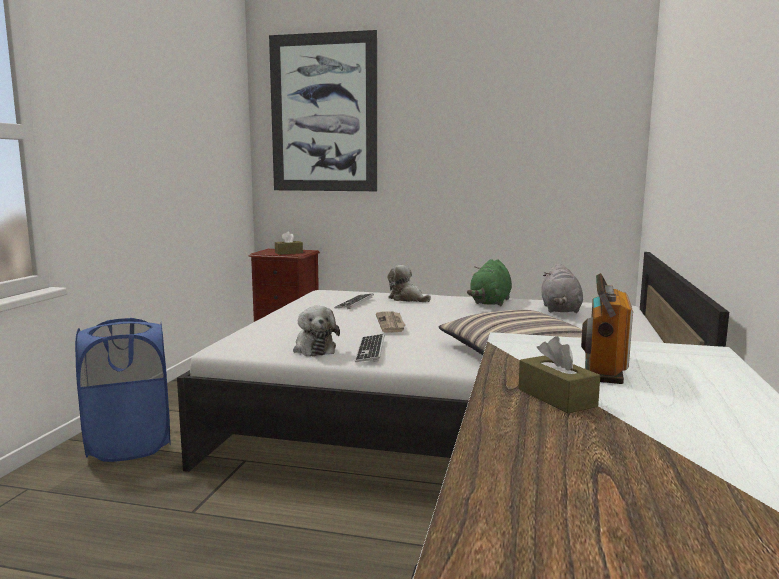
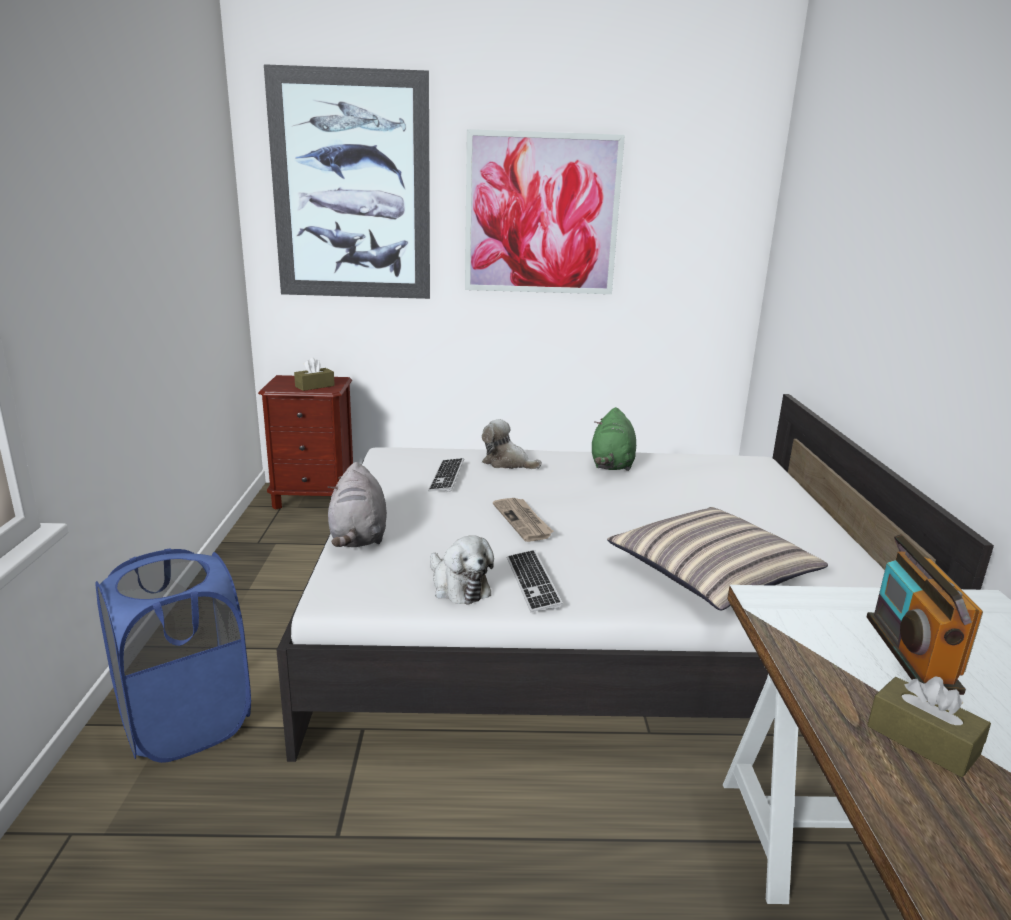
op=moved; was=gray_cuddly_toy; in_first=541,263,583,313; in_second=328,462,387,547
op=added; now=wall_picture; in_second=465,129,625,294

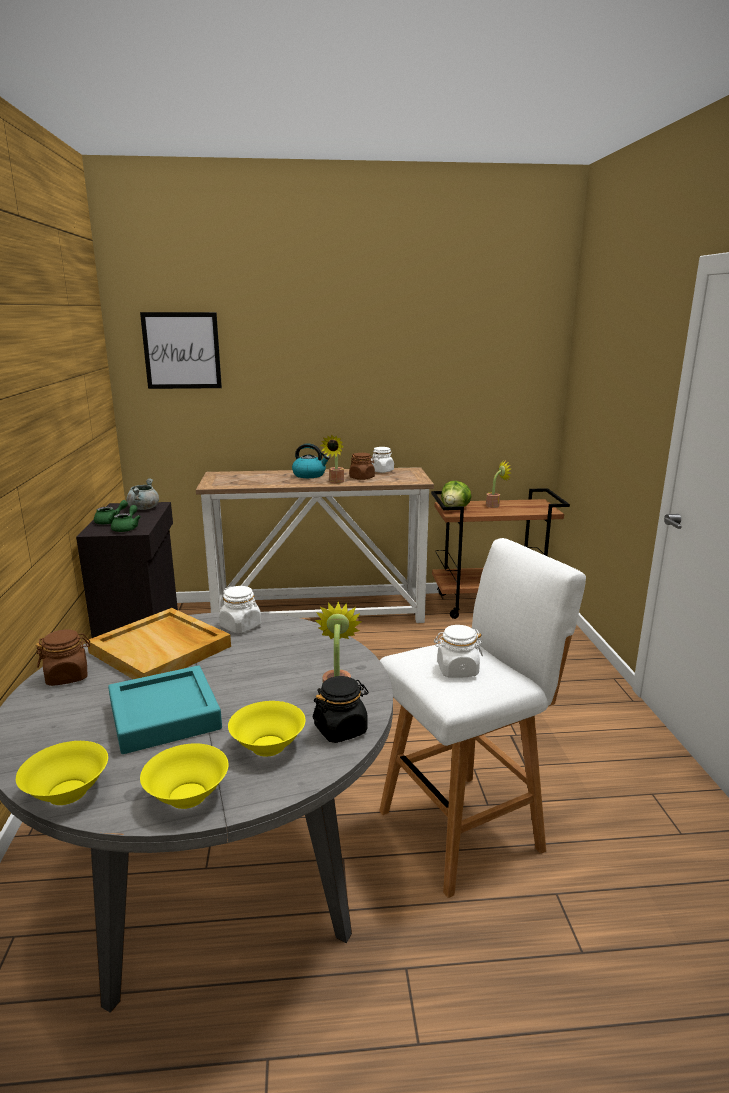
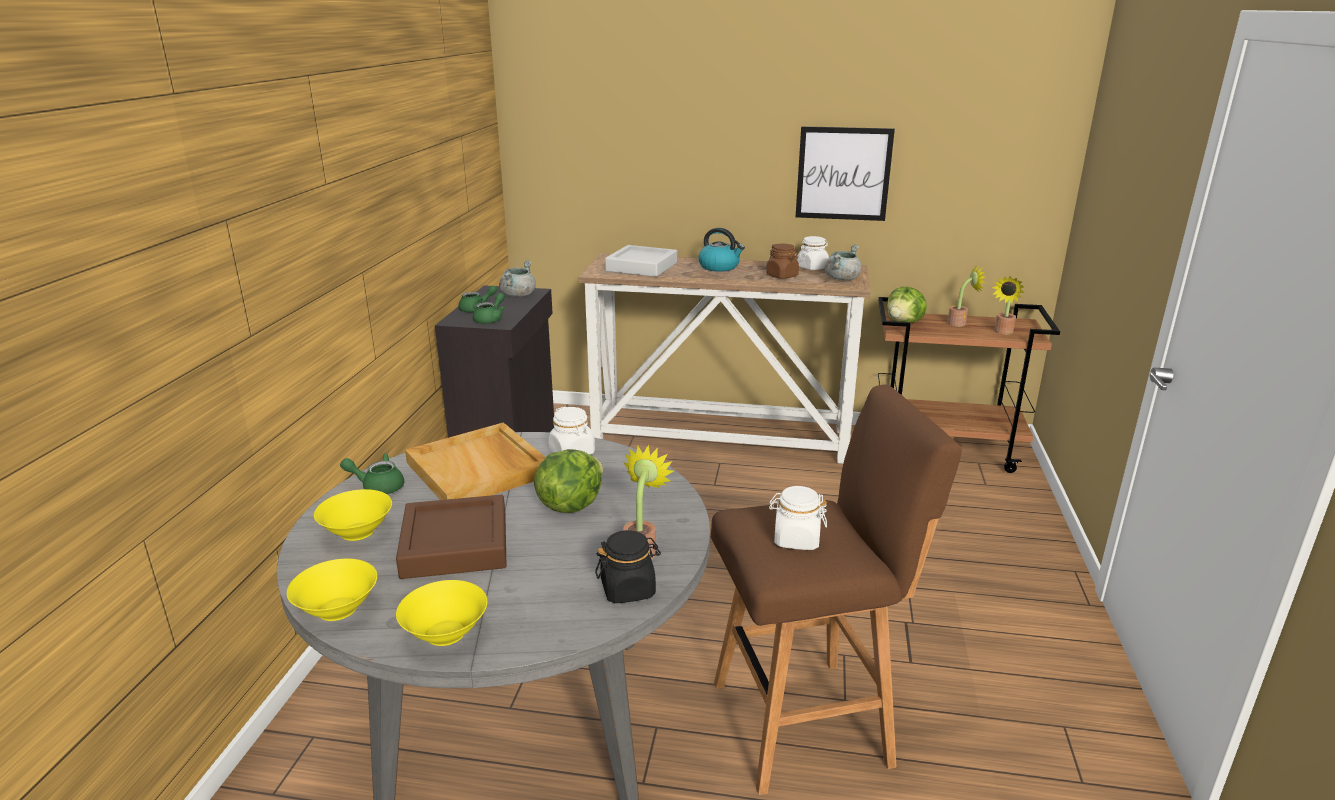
op=moved; was=wall_picture; in_first=140,312,222,389; in_second=796,126,895,221
op=moved; was=potted_plant; in_first=320,434,344,483; in_second=992,276,1024,334
op=recoloured; was=white_sitting_stool; now=brown_sitting_stool; in_first=379,538,586,898; in_second=711,385,962,795
op=replaced; was=brown_jar; now=green-coloured_pot_for_tea; in_first=36,629,90,686; in_second=340,453,404,494
op=recoloured; was=turquoise_serving_tray; now=brown_serving_tray; in_first=108,666,222,754; in_second=396,495,507,579
op=moved; was=yellow_serving_bowl; in_first=228,701,306,756; in_second=314,489,392,541
op=added; now=gray_saucepot; in_second=825,244,862,281
op=added; now=gray_serving_tray; in_second=605,245,677,277
op=added; now=lettuce_head; in_second=534,449,603,513

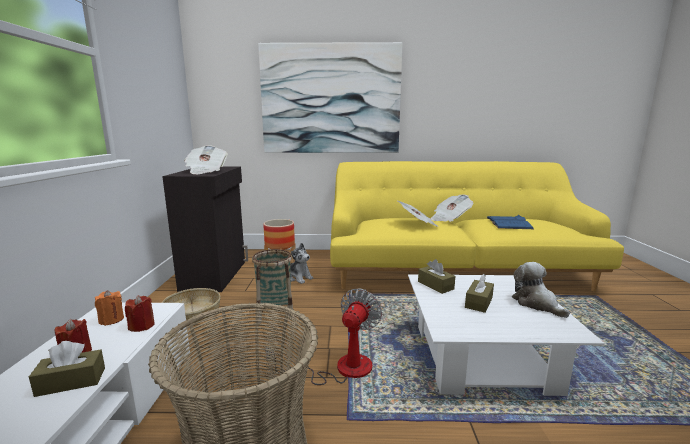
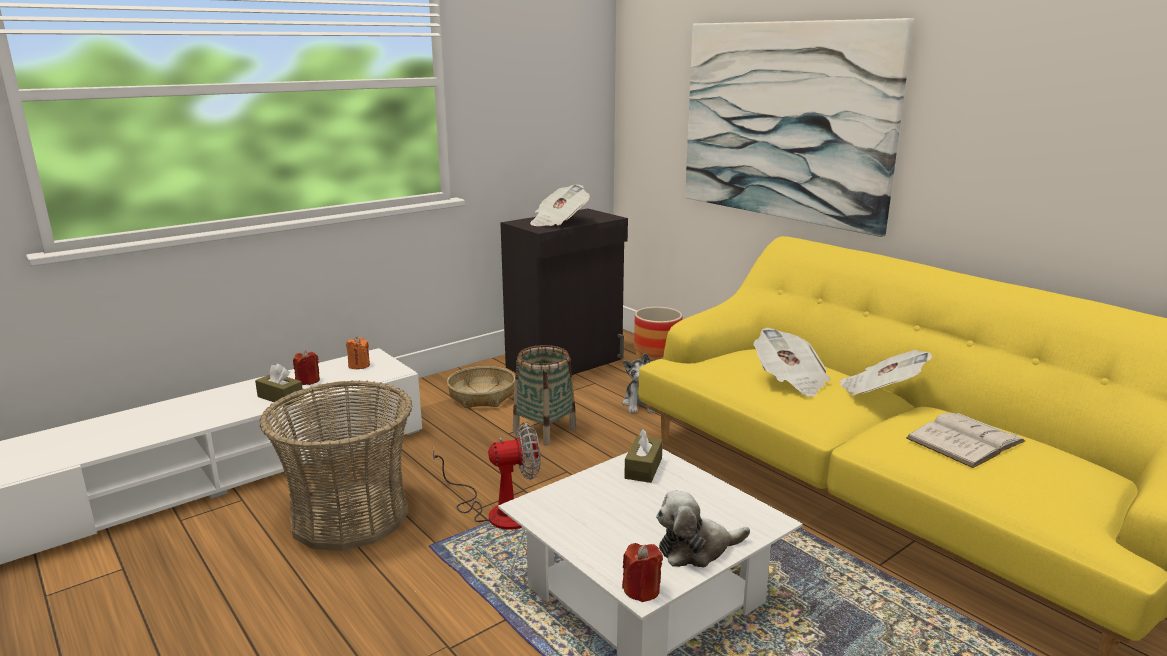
op=recoloured; was=blue_bound_book; now=white_bound_book; in_first=486,215,533,229; in_second=906,413,1025,468
op=turned; was=cuddly_toy; in_first=512,262,570,318; in_second=656,490,750,567; clockwise=-135
op=removed; was=brown_tissue_box; in_first=465,274,494,313
op=moved; was=red-coloured_wax_candle; in_first=125,295,155,332; in_second=622,543,663,602

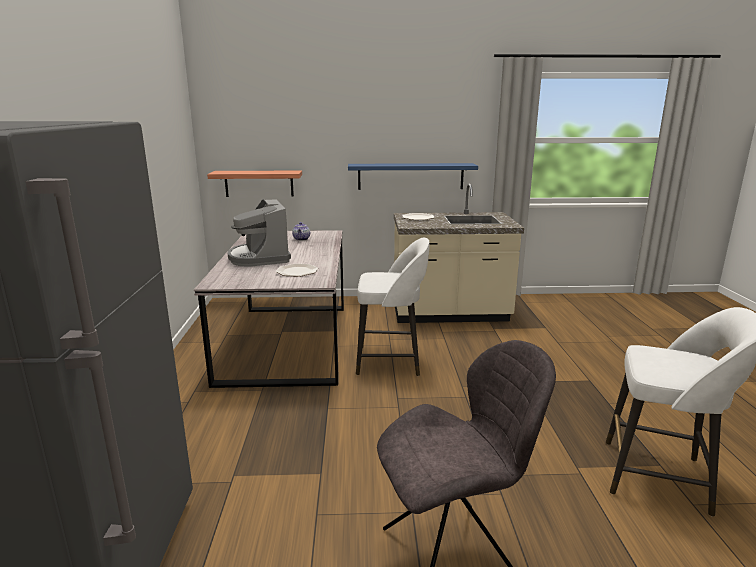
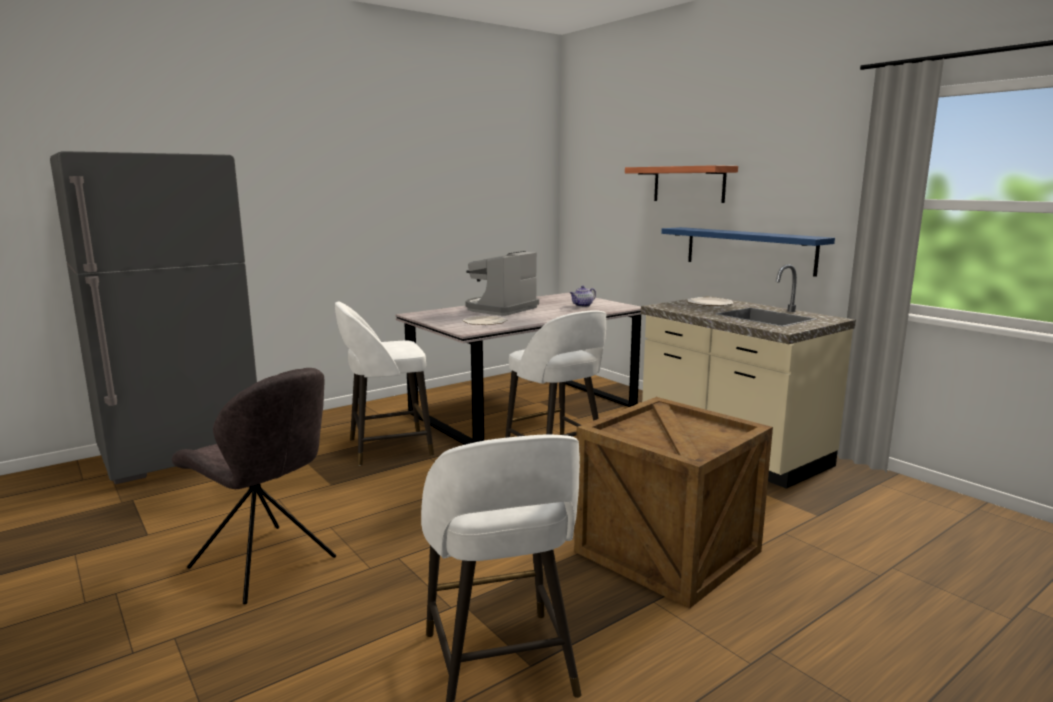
op=moved; was=wall_shelf; in_first=207,171,302,197; in_second=625,165,738,203
op=added; now=white_sitting_stool; in_second=335,302,434,466
op=added; now=packing_crate; in_second=574,397,773,609

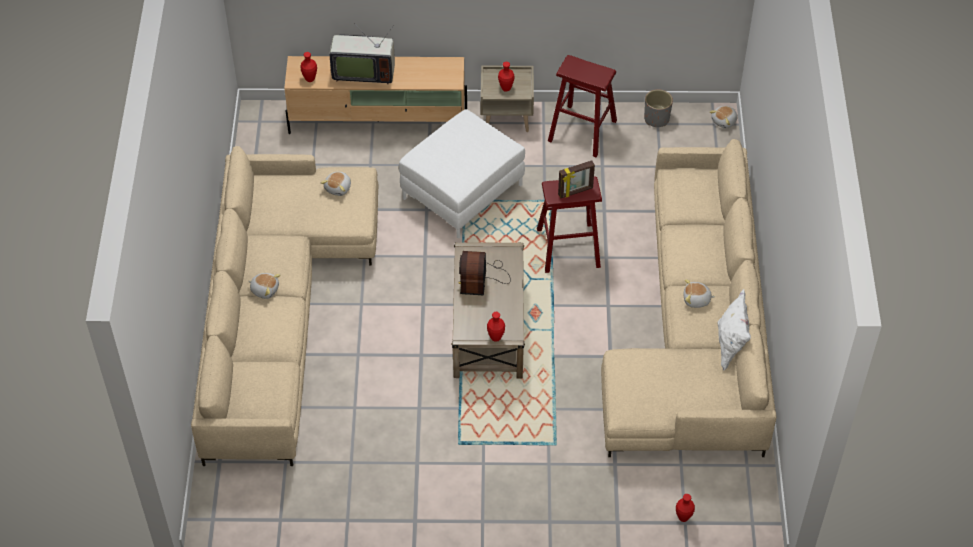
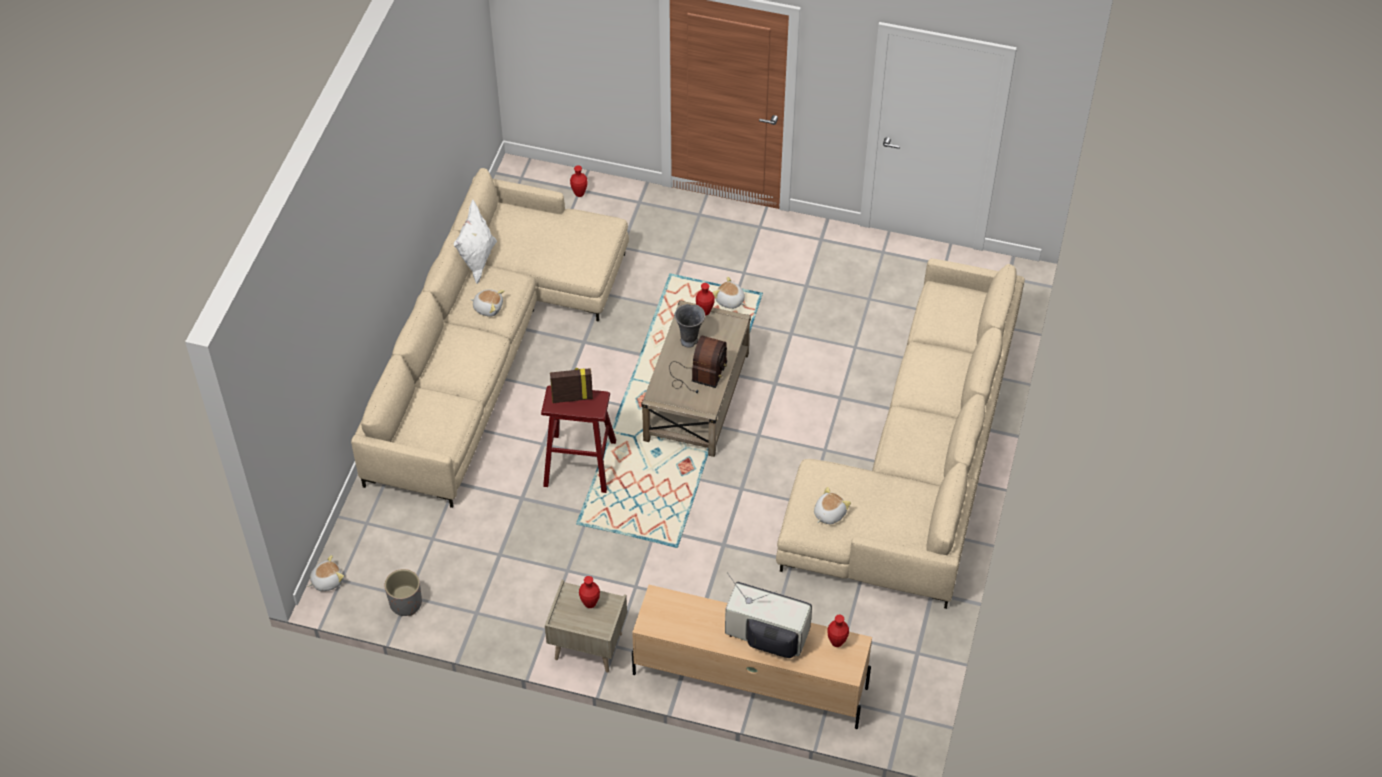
op=removed; was=red-coloured_sitting_stool; in_first=548,55,617,158
op=removed; was=white_pouffe; in_first=399,109,525,239
op=moved; was=cuddly_toy; in_first=248,273,281,299; in_second=712,277,745,309
op=added; now=gray_flower_vase; in_second=675,304,705,348

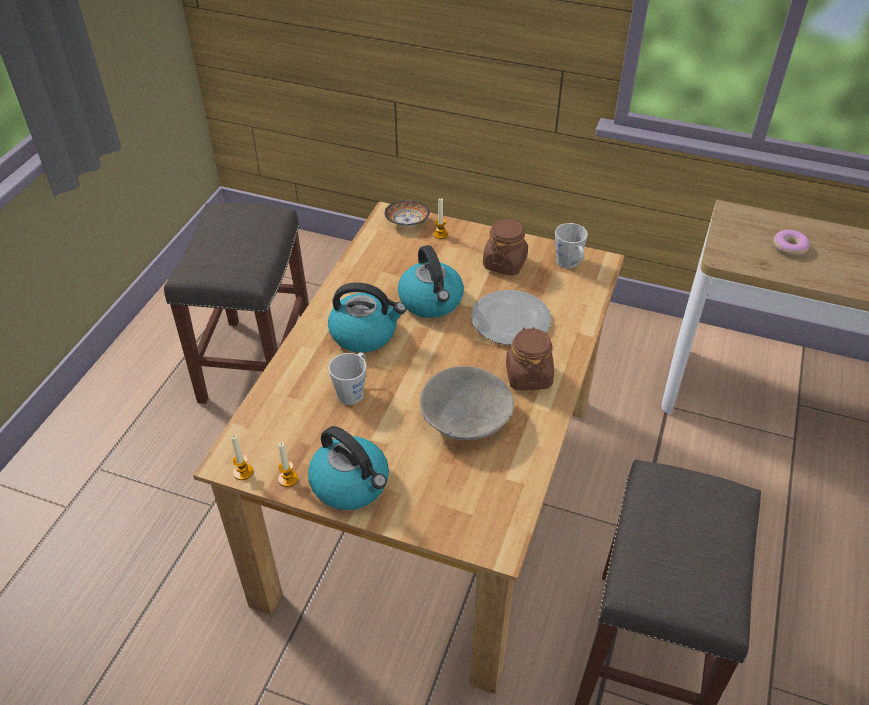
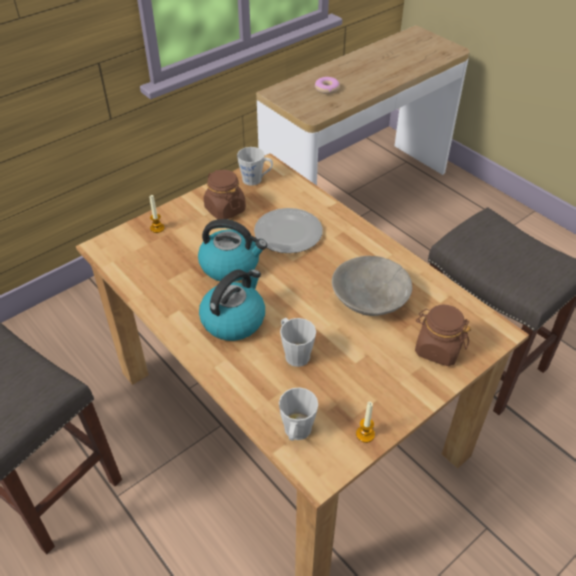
op=removed; was=serving_bowl; in_first=384,200,430,226
op=moved; was=brown_jar; in_first=506,327,554,390; in_second=415,305,471,366
op=removed; was=tea_kettle; in_first=308,426,389,510
op=removed; was=wax_candle; in_first=231,436,253,480
op=added; now=gray_coffee_mug; in_second=279,387,318,441

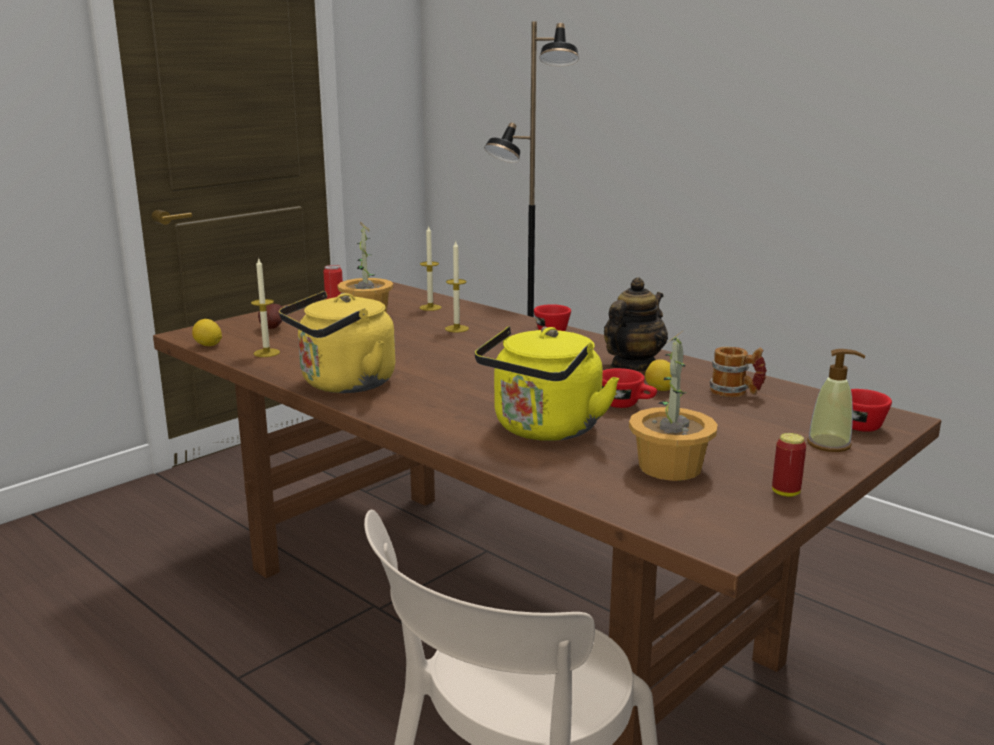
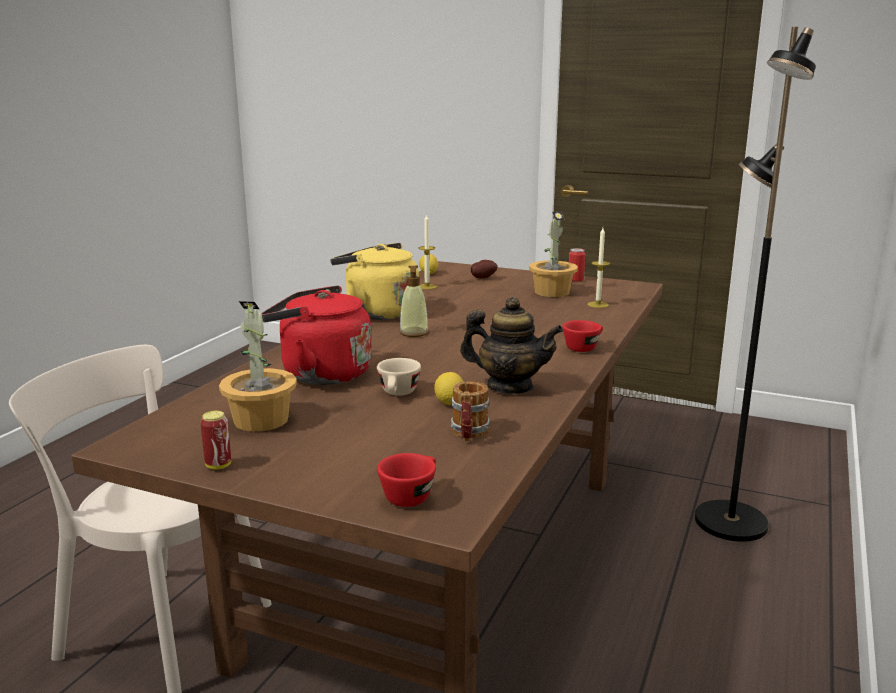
op=removed; was=wax_candle; in_first=445,240,469,333
op=recoloured; was=yellow_tea_kettle; now=red-coloured_tea_kettle; in_first=475,326,620,441; in_second=262,285,372,385
op=moved; was=soap_bottle; in_first=807,349,865,452; in_second=399,266,429,337
op=recoloured; was=red-coloured_drinking_cup; now=sand-coloured_drinking_cup; in_first=602,368,657,408; in_second=377,358,421,396

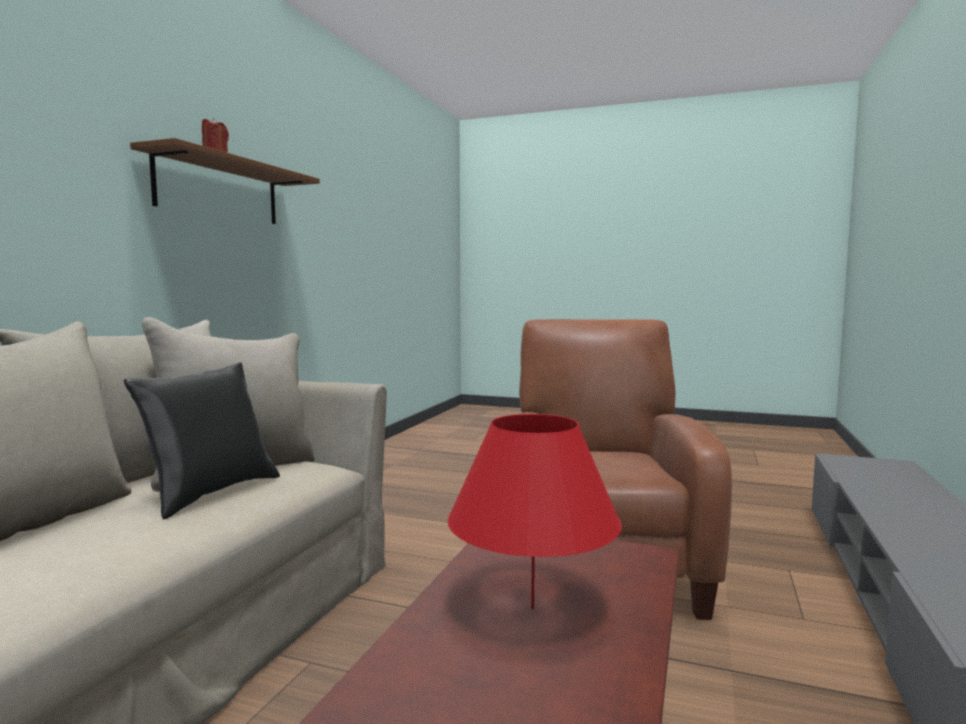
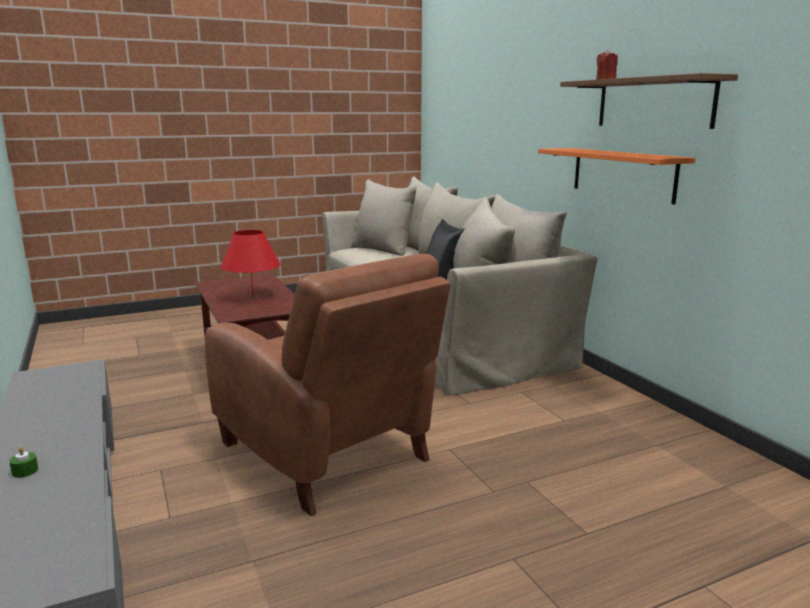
op=added; now=orange-coloured_wall_shelf; in_second=538,148,696,204
op=added; now=green-coloured_wax_candle; in_second=9,447,38,478

